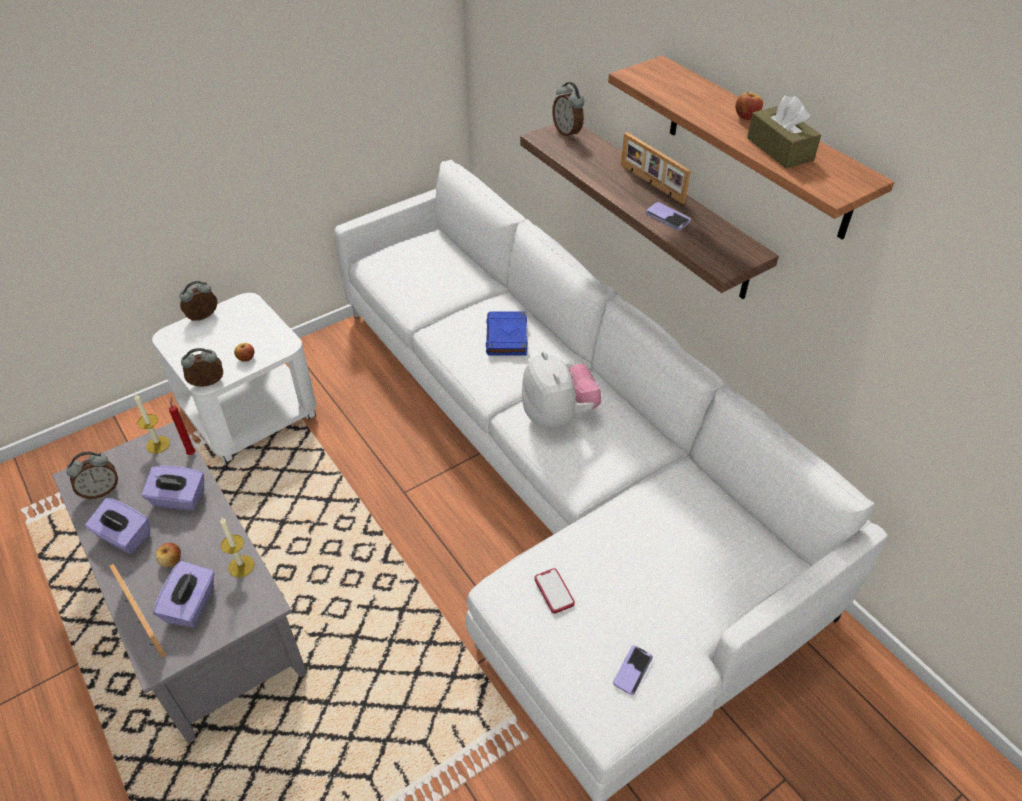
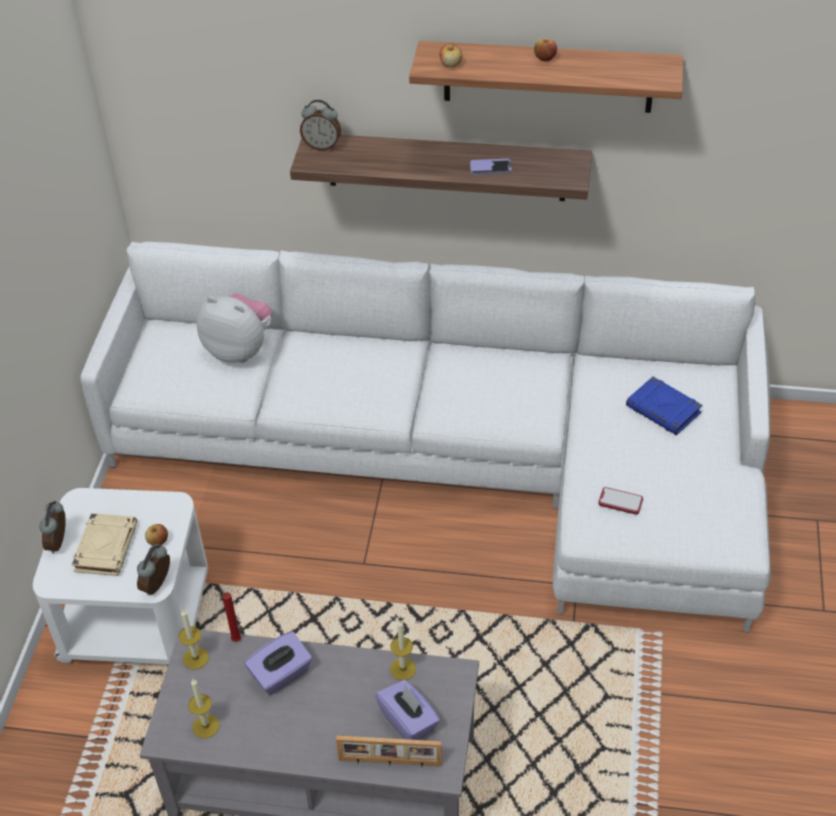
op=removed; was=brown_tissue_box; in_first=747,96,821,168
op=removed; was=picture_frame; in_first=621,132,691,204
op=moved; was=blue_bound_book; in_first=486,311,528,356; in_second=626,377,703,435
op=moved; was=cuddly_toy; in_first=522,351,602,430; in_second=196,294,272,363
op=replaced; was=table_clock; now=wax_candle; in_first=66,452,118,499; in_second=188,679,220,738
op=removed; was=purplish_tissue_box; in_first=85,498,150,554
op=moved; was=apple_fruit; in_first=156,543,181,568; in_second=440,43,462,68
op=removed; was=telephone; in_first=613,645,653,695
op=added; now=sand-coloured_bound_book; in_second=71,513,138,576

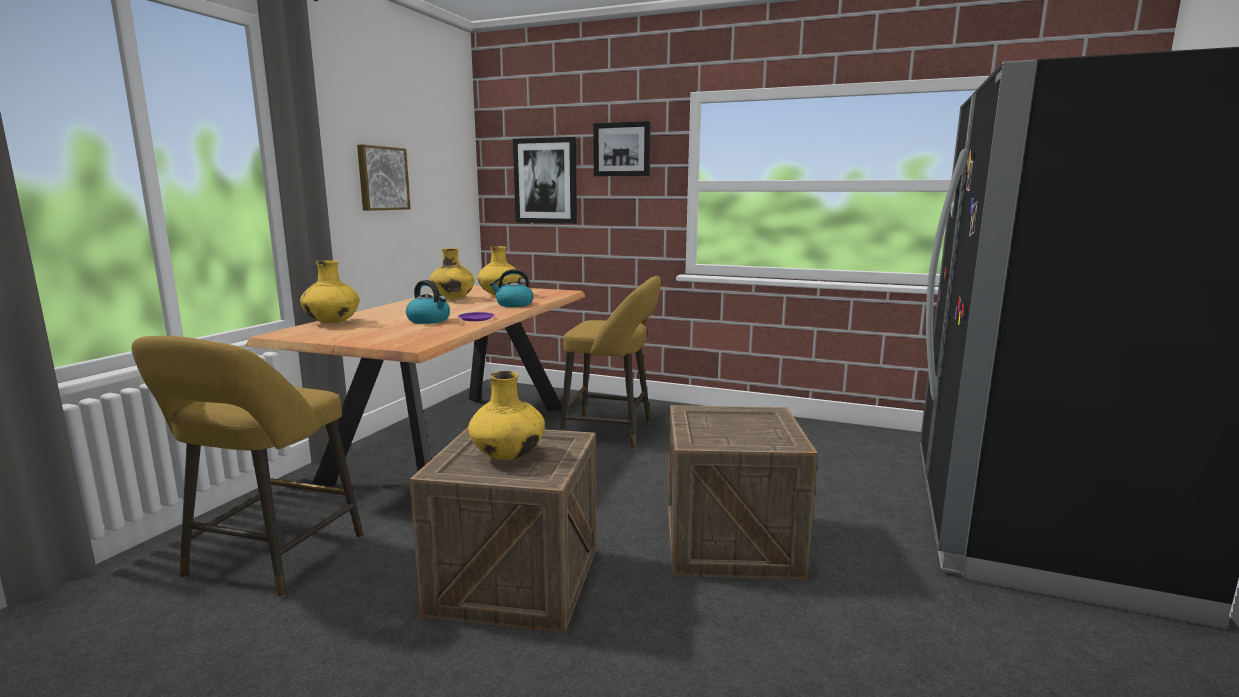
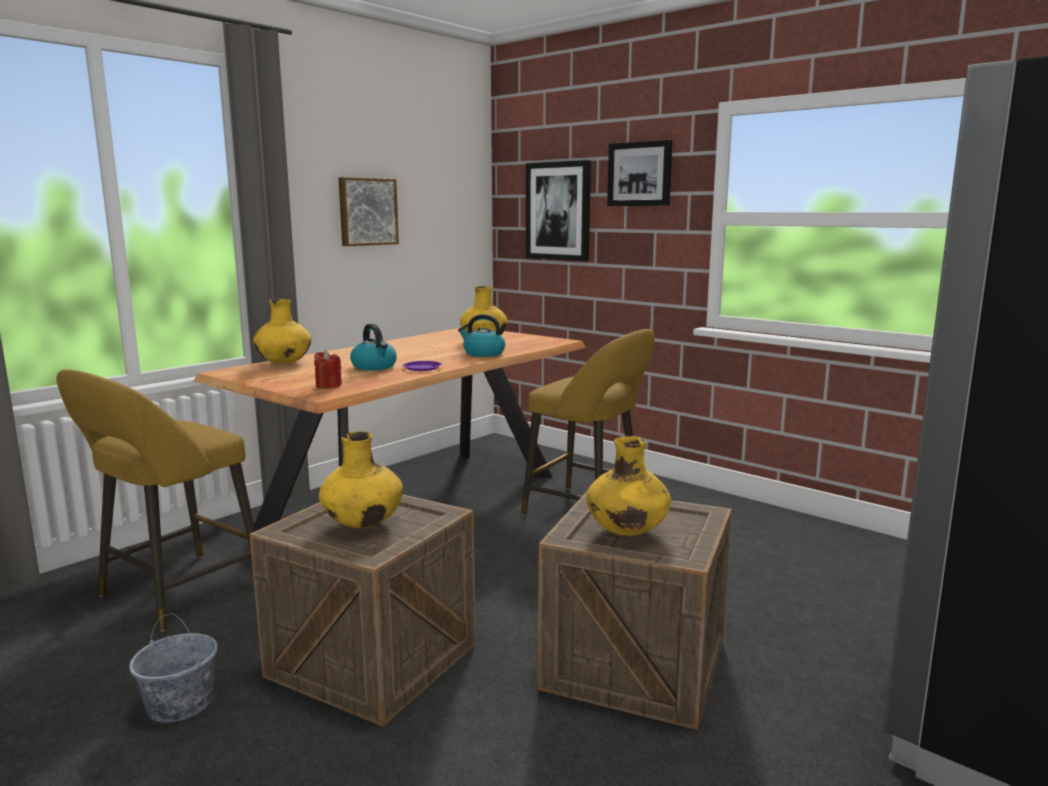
op=moved; was=yellow_flower_vase; in_first=429,248,474,300; in_second=586,436,671,536
op=added; now=red-coloured_wax_candle; in_second=314,350,342,389
op=added; now=gray_pail; in_second=129,614,218,722

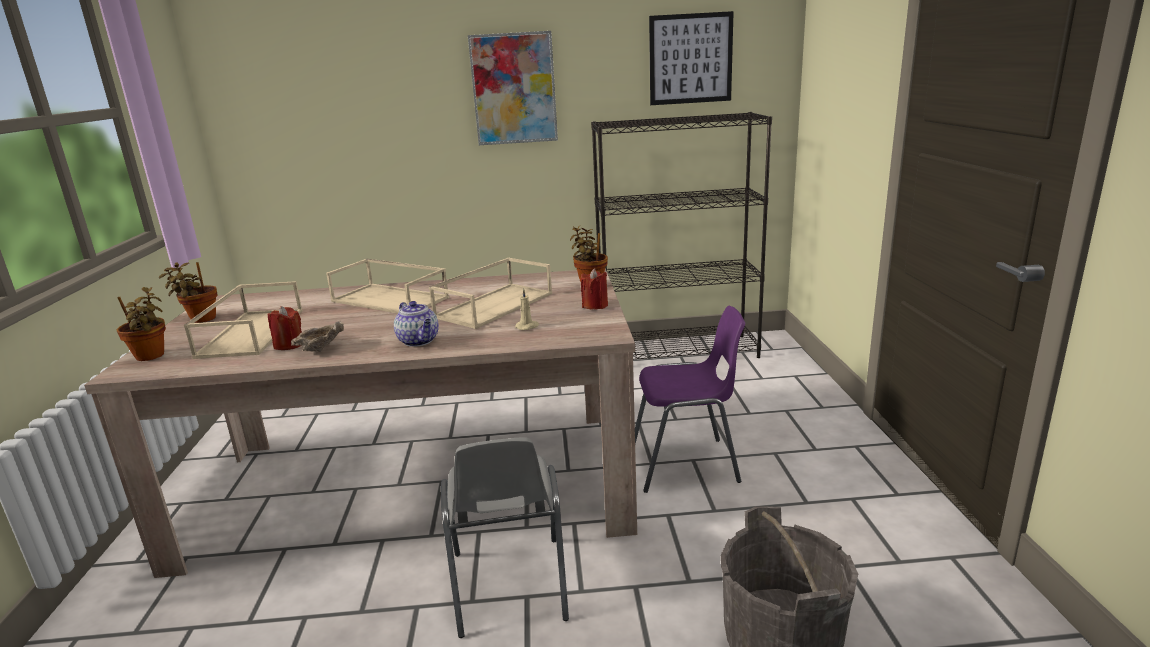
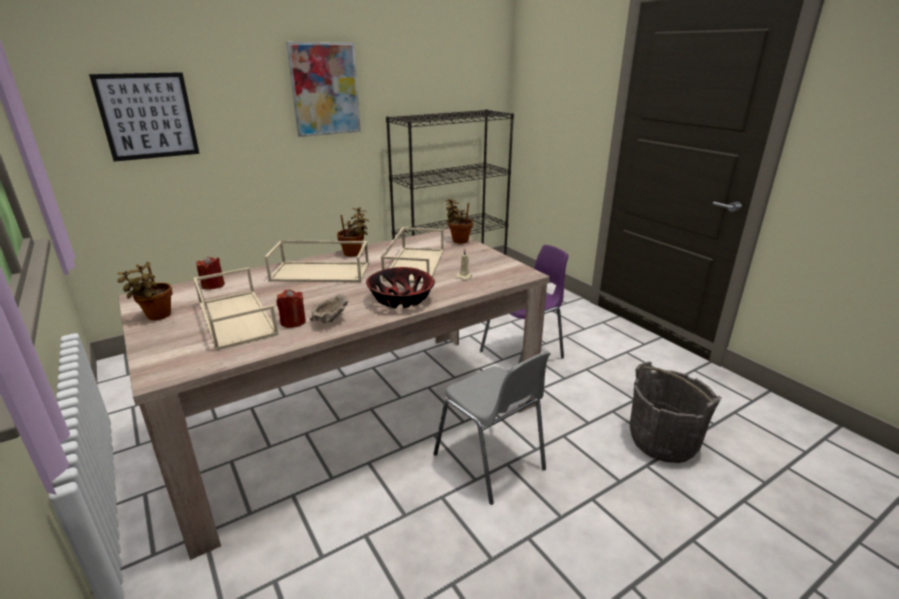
op=moved; was=wall_picture; in_first=649,11,734,105; in_second=89,72,200,162
op=moved; was=red-coloured_wax_candle; in_first=581,269,608,310; in_second=196,256,225,290
op=moved; was=potted_plant; in_first=117,287,166,361; in_second=337,207,369,257
op=replaced; was=pot_for_tea; now=serving_bowl; in_first=394,301,439,347; in_second=366,267,435,308

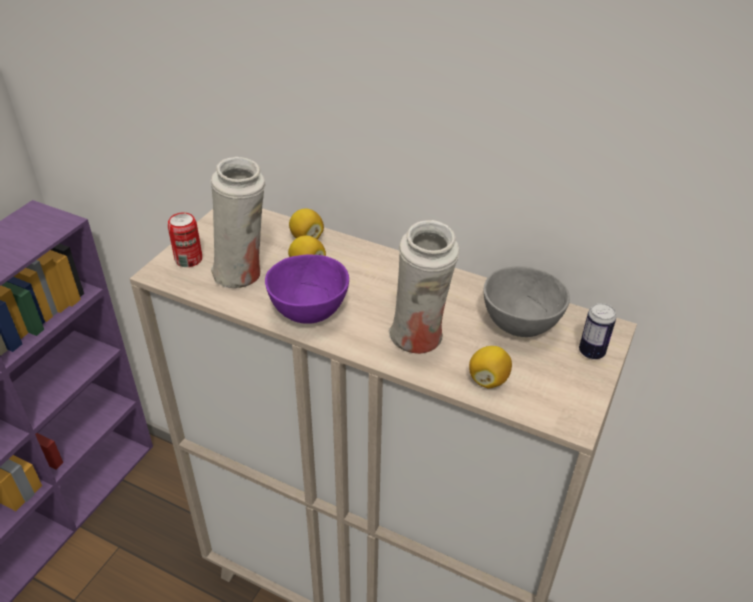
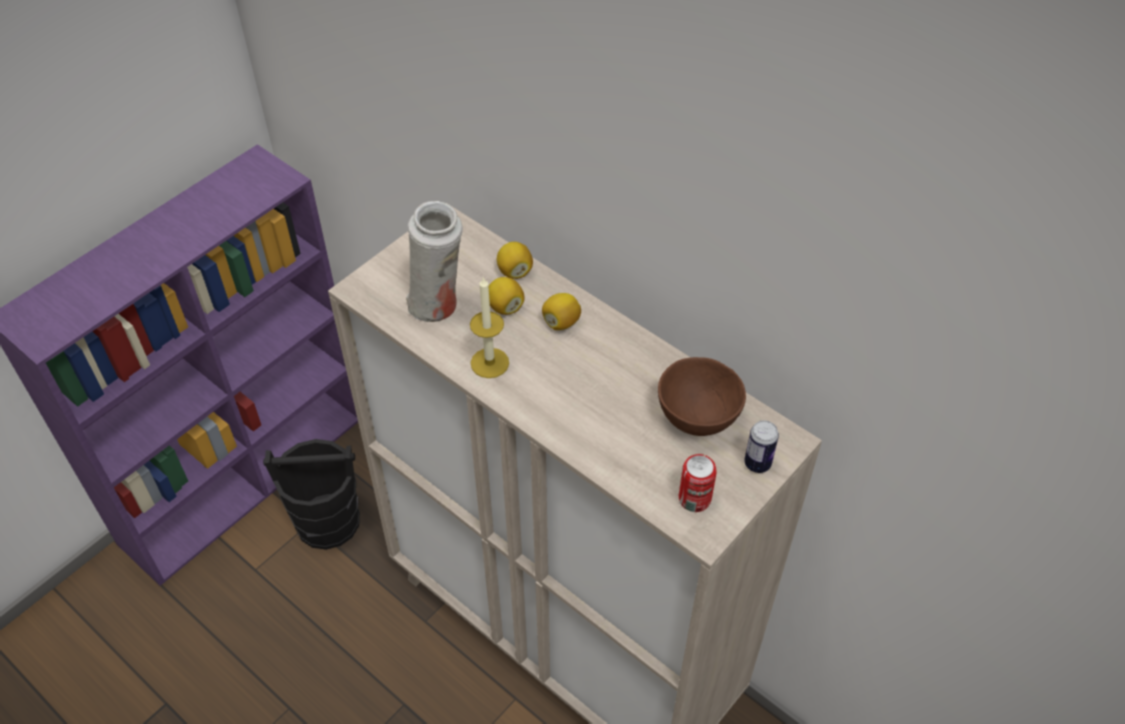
op=moved; was=metal_can; in_first=168,212,202,267; in_second=679,454,717,512
op=removed; was=white_flower_vase; in_first=389,220,459,354
op=replaced; was=purplish_serving_bowl; now=wax_candle; in_first=265,254,349,324; in_second=470,277,509,378
op=recoloured; was=gray_serving_bowl; now=brown_serving_bowl; in_first=484,266,570,337; in_second=658,357,746,436
op=moved; was=citrus_fruit; in_first=469,346,512,388; in_second=542,293,581,330
op=added; now=black-coloured_pail; in_second=263,439,360,550

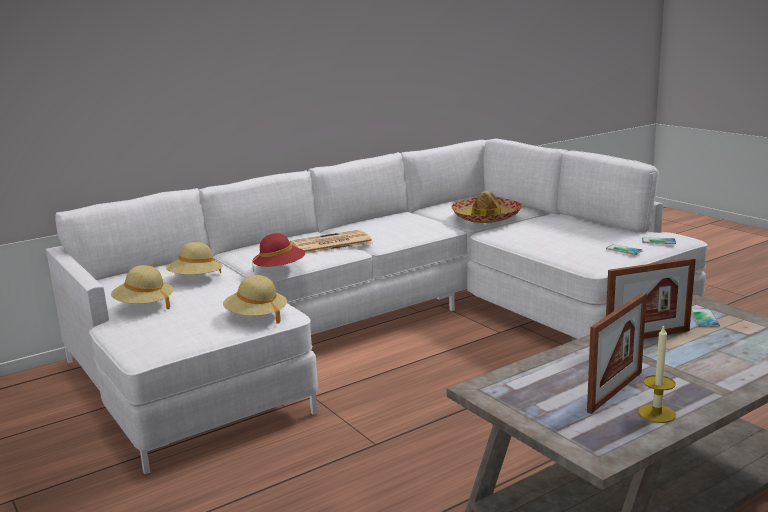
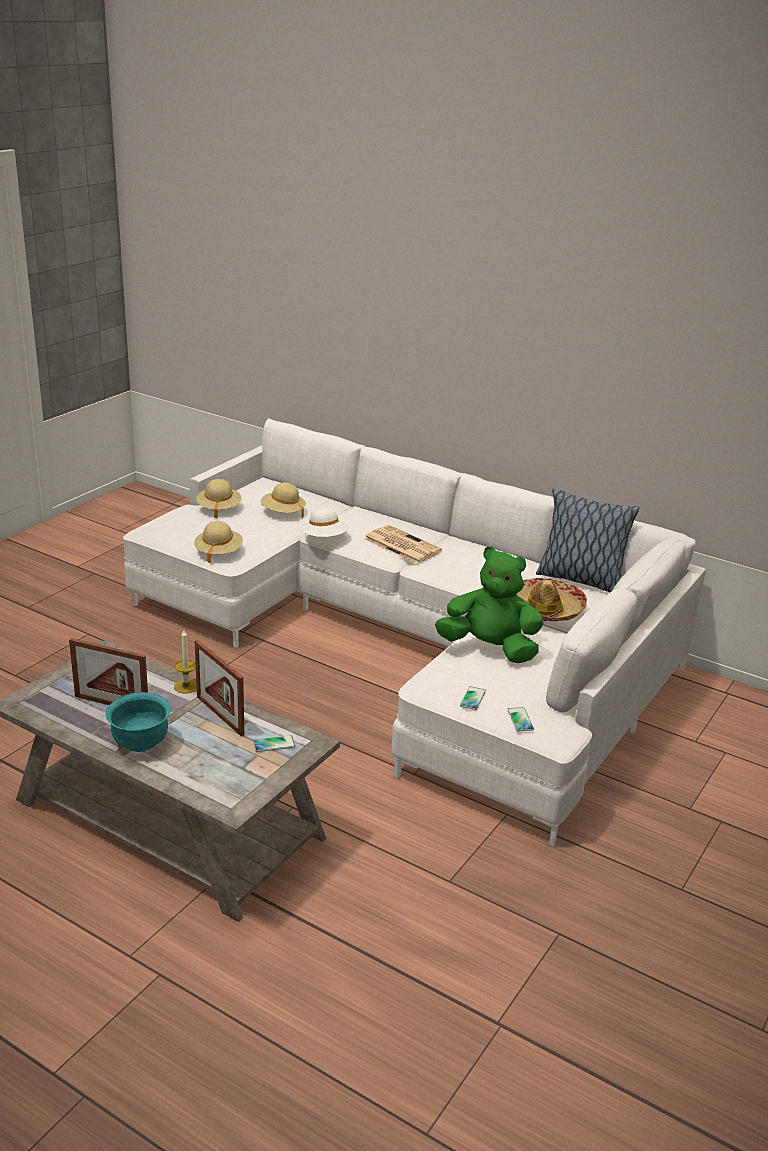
op=recoloured; was=red-coloured_clothing_hat; now=white_clothing_hat; in_first=252,233,305,267; in_second=301,507,349,537
op=moved; was=wax_candle; in_first=638,324,676,423; in_second=174,630,197,694
op=added; now=cushion; in_second=536,489,639,592
op=added; now=green-coloured_cuddly_toy; in_second=435,546,544,664
op=added; now=turquoise_serving_bowl; in_second=106,692,171,752

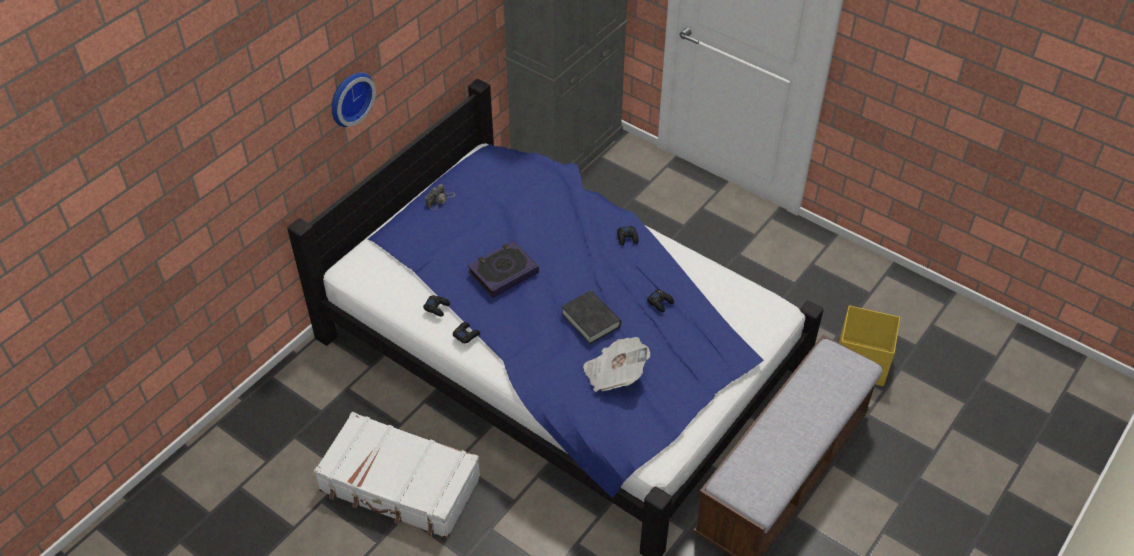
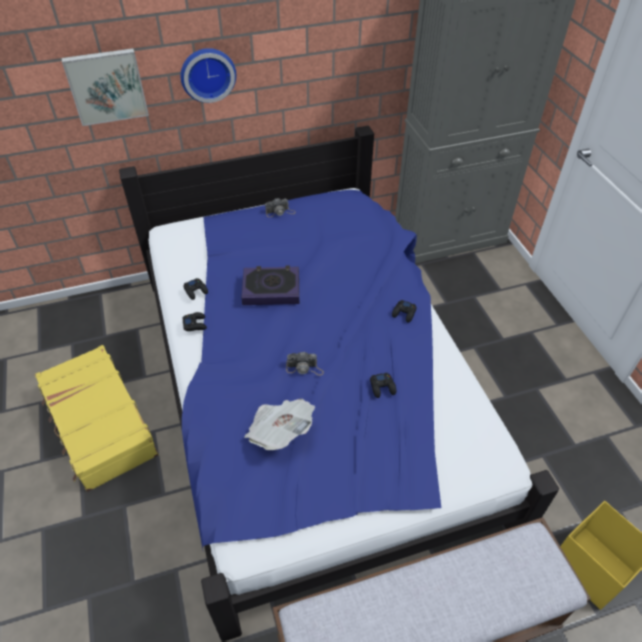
op=replaced; was=black-coloured_bound_book; now=photo_camera; in_first=561,290,621,344; in_second=286,352,324,376
op=recoloured; was=white_suitcase; now=yellow_suitcase; in_first=314,412,481,539; in_second=35,345,159,492
op=added; now=wall_picture; in_second=62,48,149,126

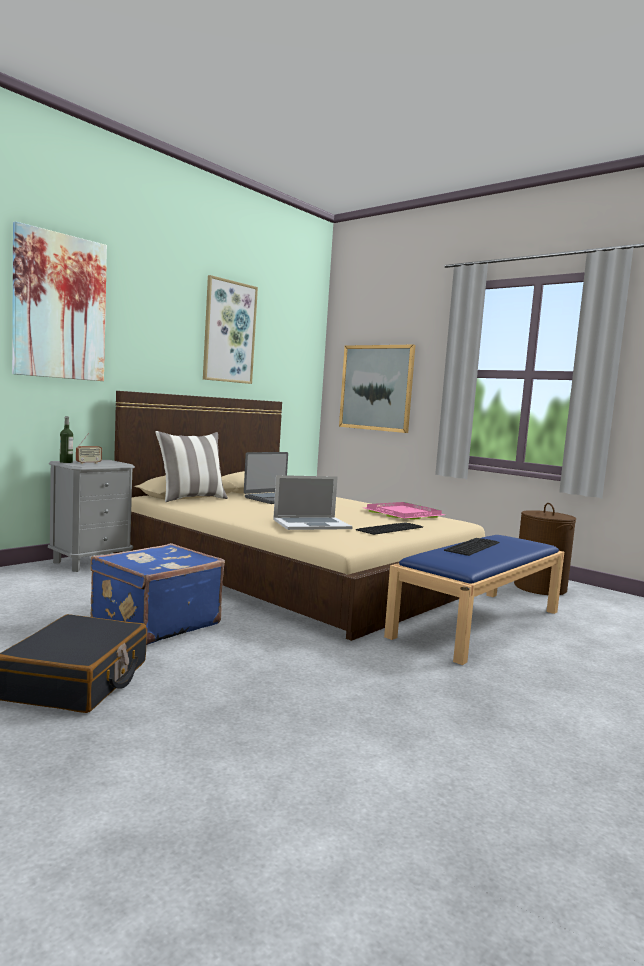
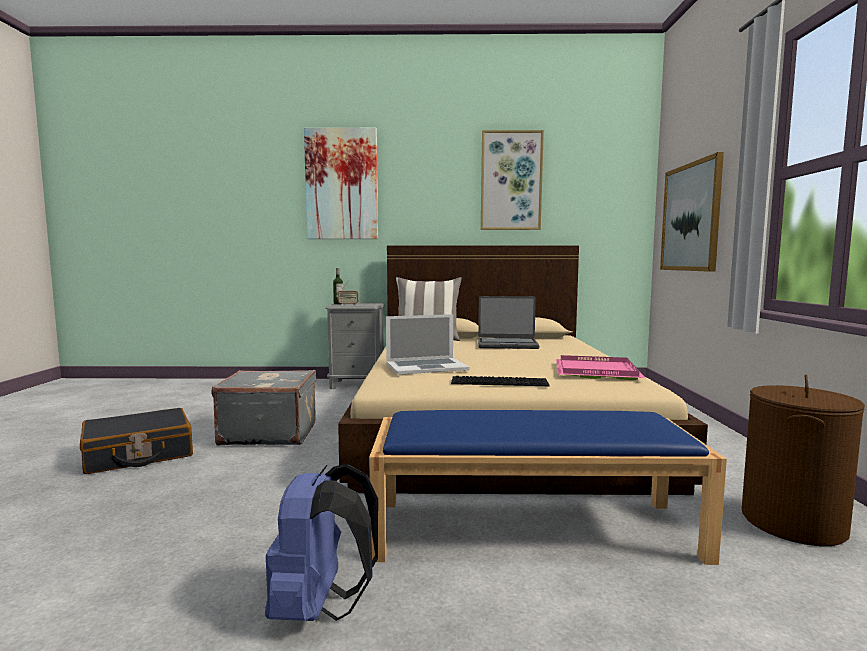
op=turned; was=laptop; in_first=273,475,353,530; in_second=386,314,470,375; clockwise=-45
op=removed; was=keyboard; in_first=444,538,499,556
op=recoloured; was=blue_suitcase; now=gray_suitcase; in_first=90,543,225,645; in_second=212,370,316,446
op=added; now=blue_knapsack; in_second=265,464,378,621

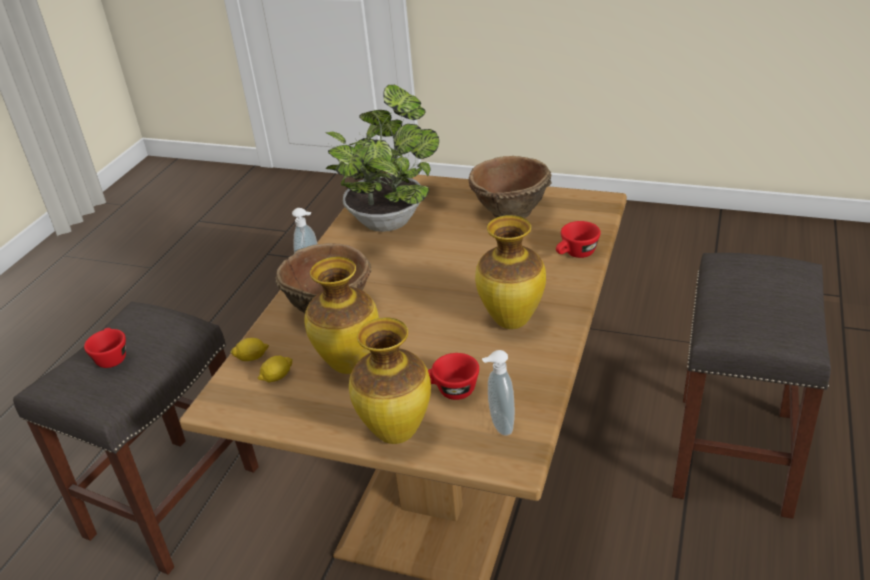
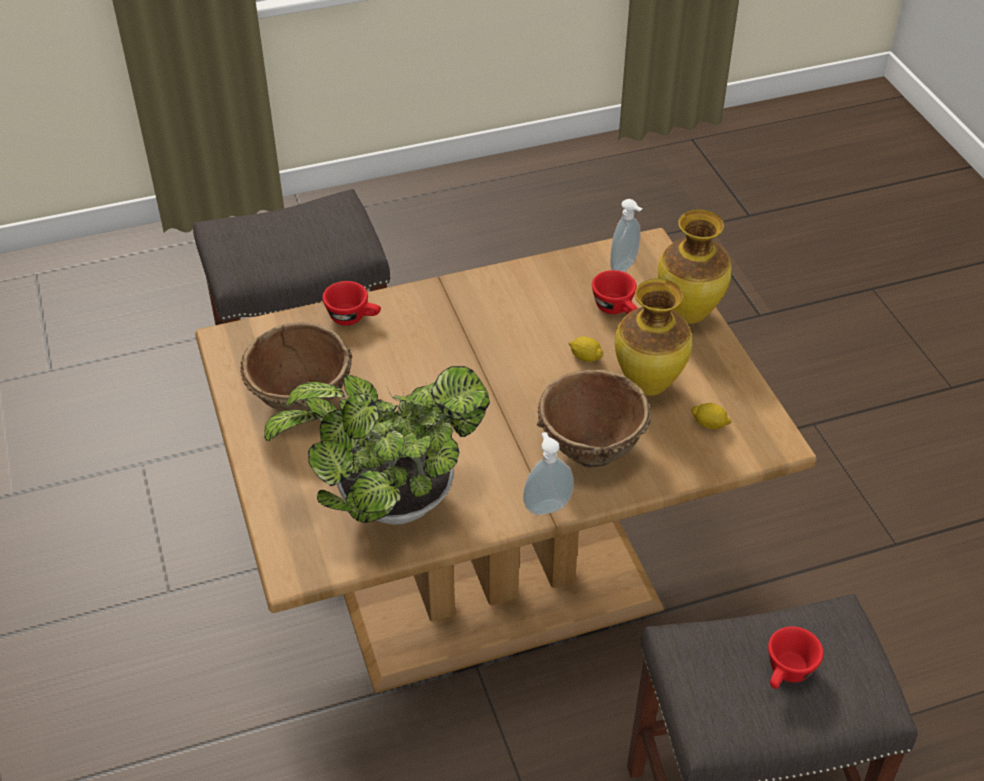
op=removed; was=flower_vase; in_first=475,215,546,329
op=moved; was=citrus_fruit; in_first=230,338,269,361; in_second=569,336,604,362

